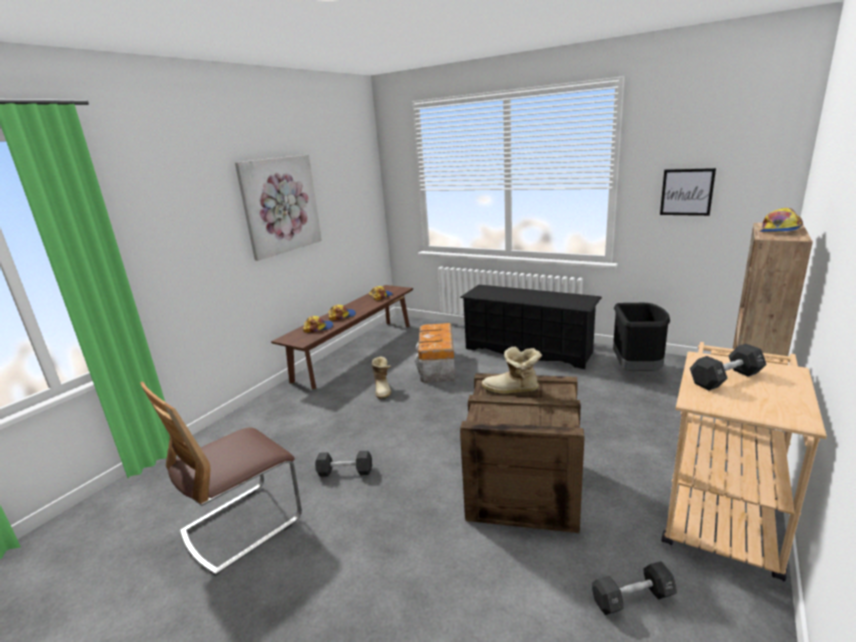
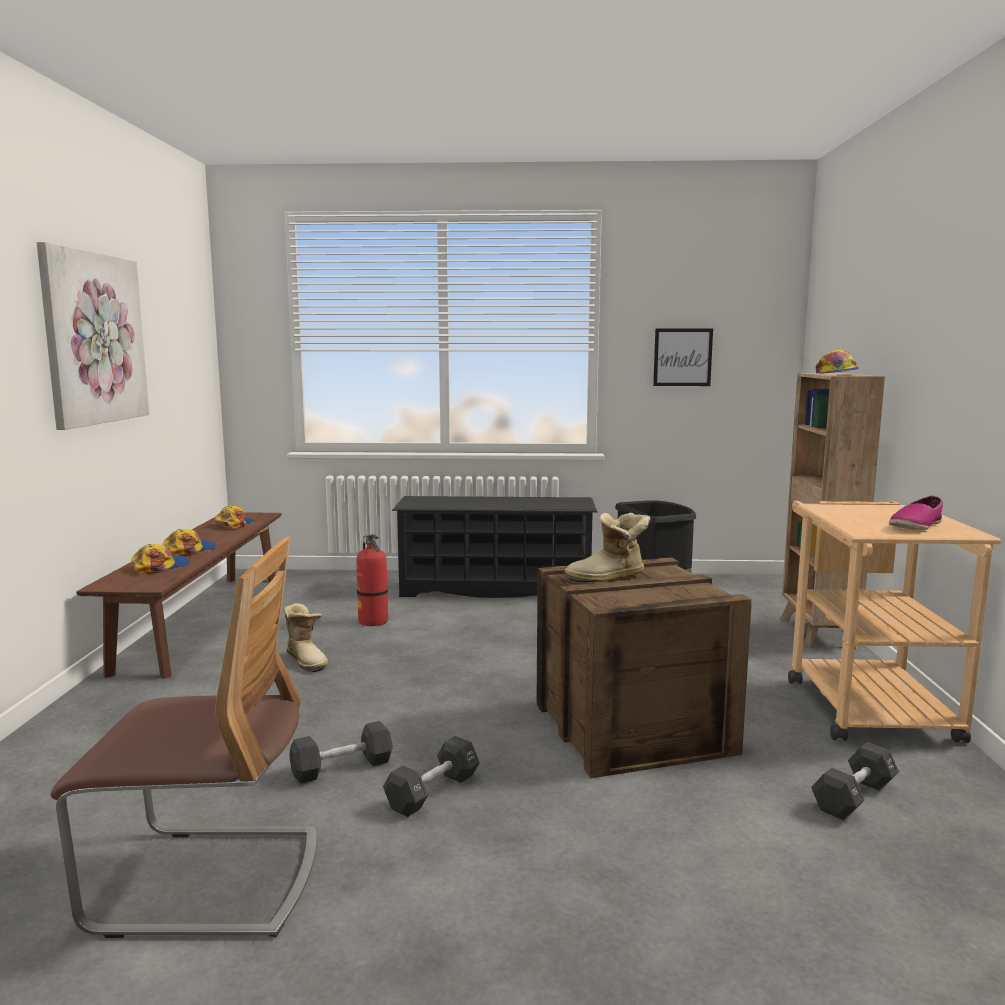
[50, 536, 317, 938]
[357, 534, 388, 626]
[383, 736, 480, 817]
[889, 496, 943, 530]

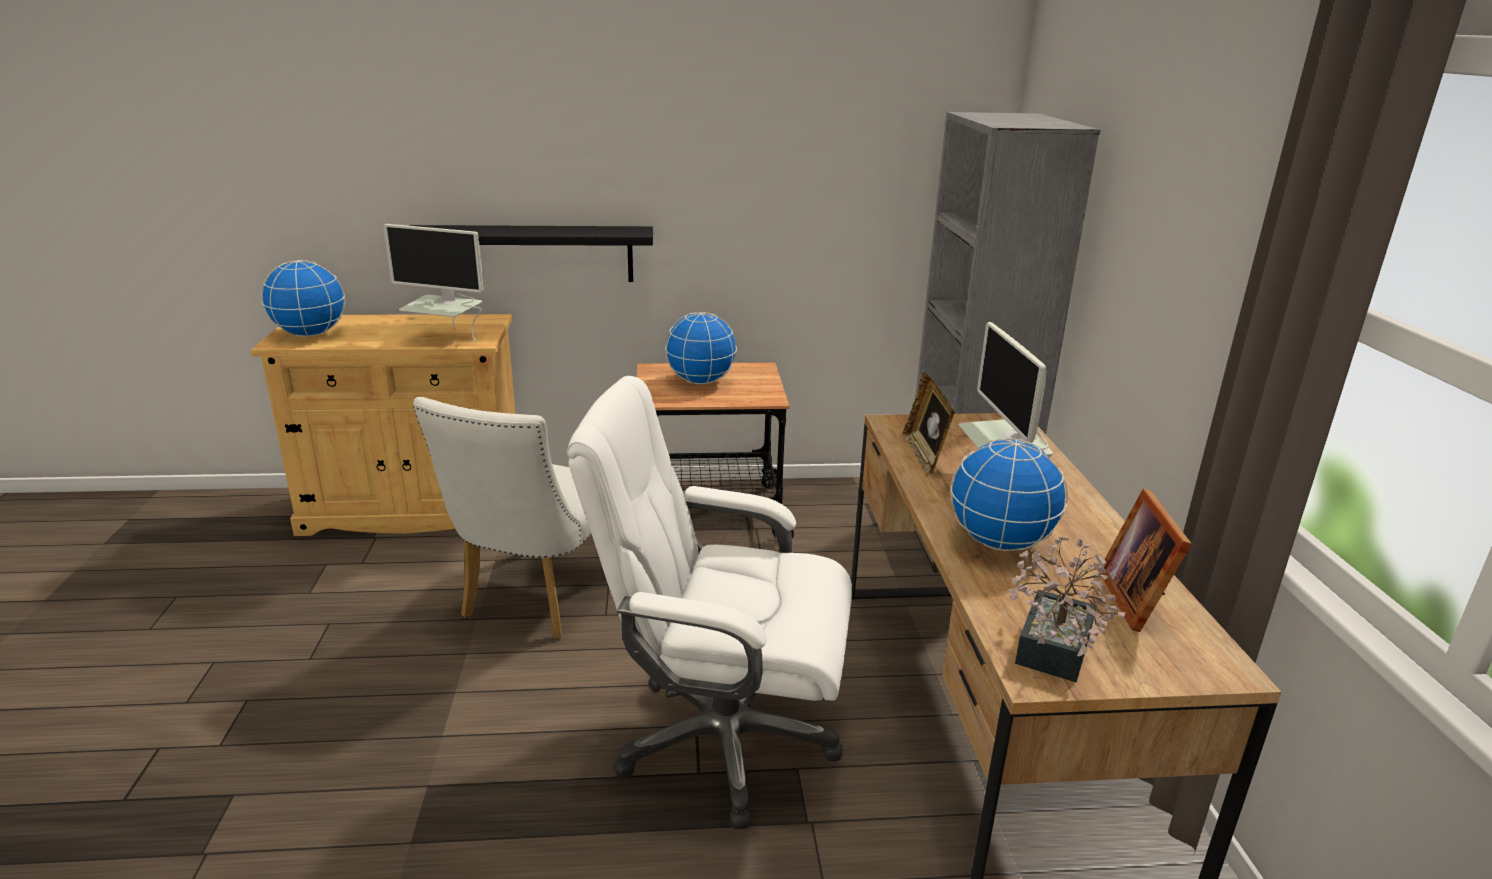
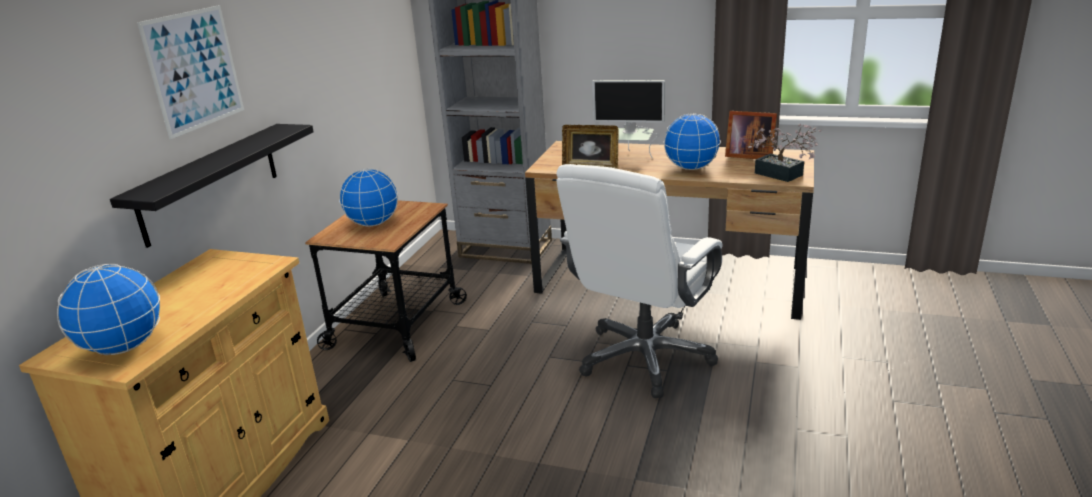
[383, 224, 484, 343] (first image)
[413, 397, 591, 639] (first image)
[137, 5, 244, 139]

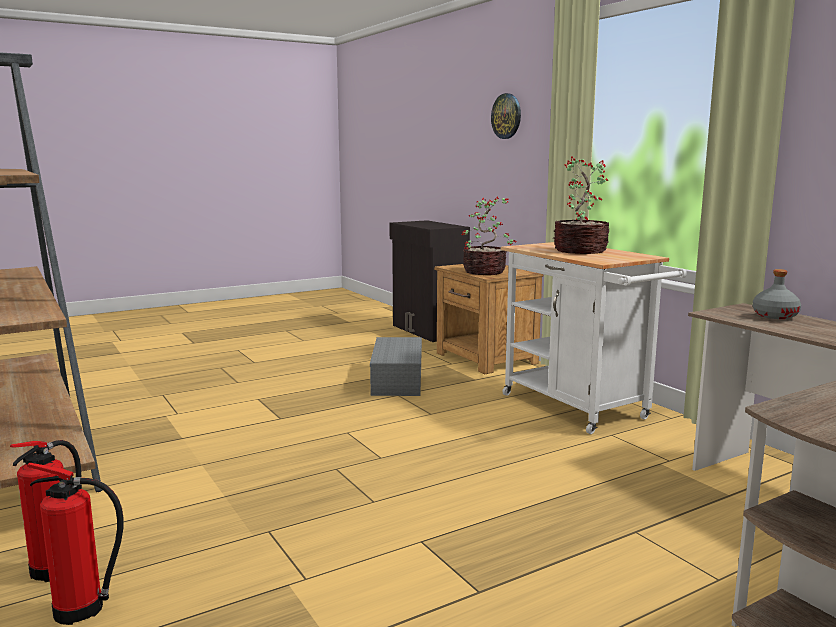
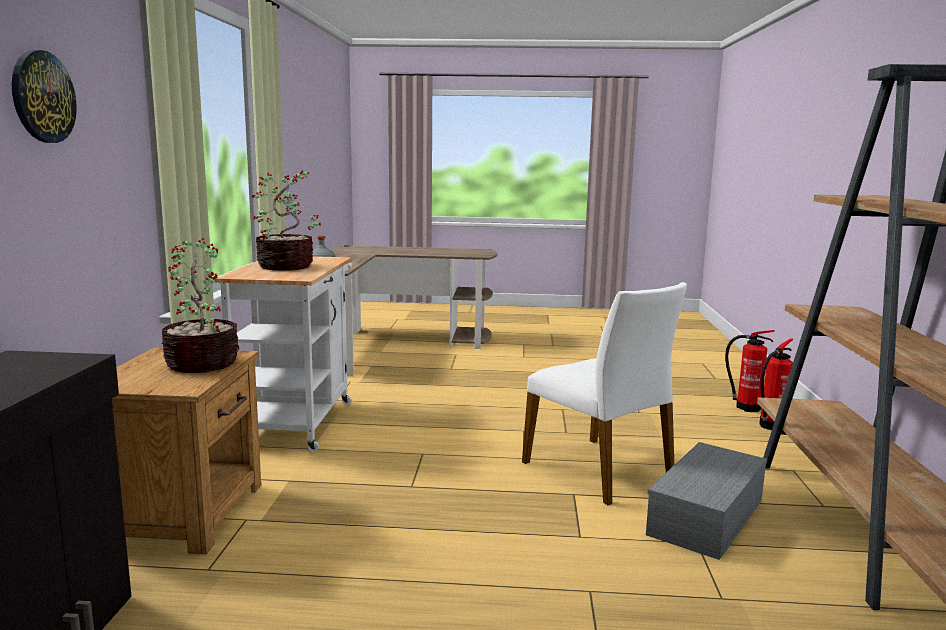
[646, 442, 767, 560]
[522, 282, 687, 505]

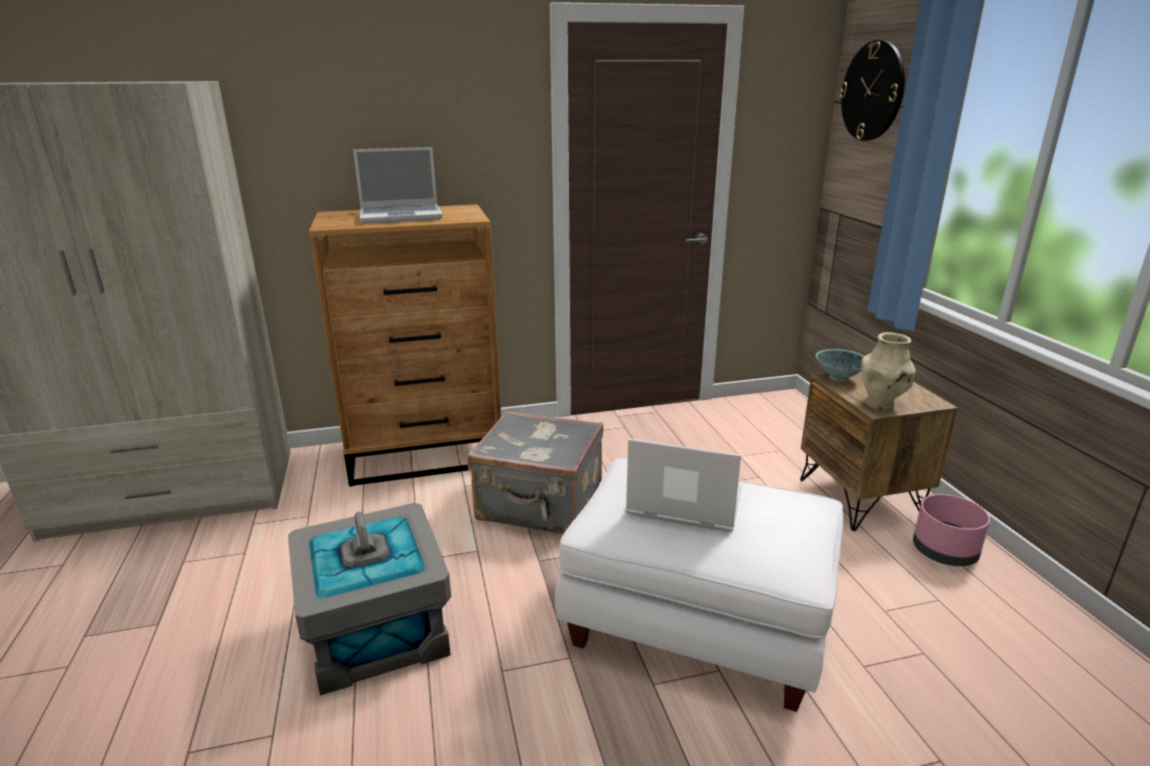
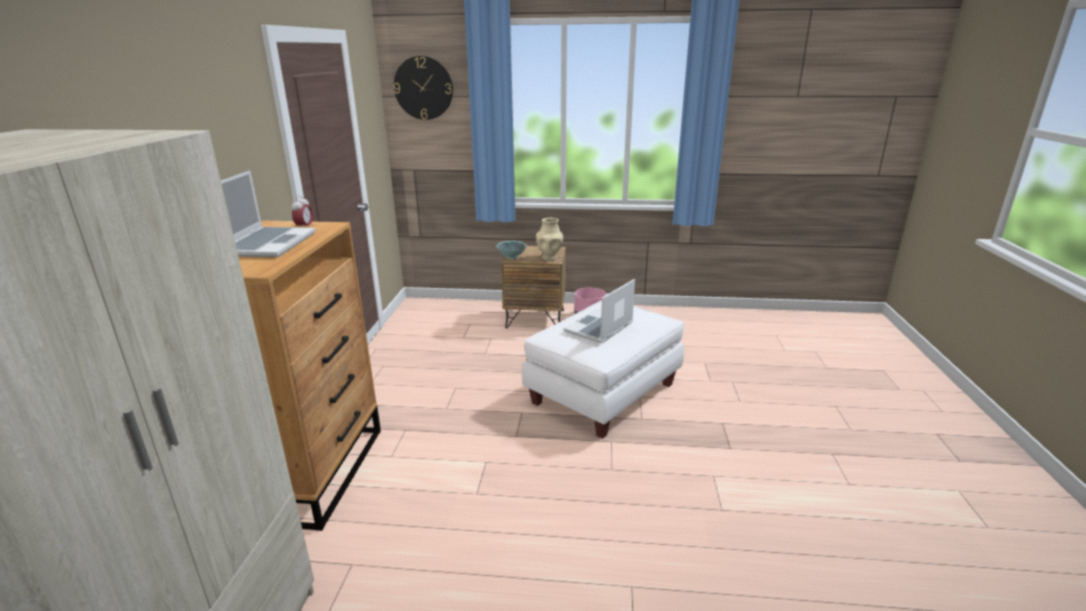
[288, 503, 451, 695] (first image)
[468, 411, 604, 534] (first image)
[292, 196, 313, 227]

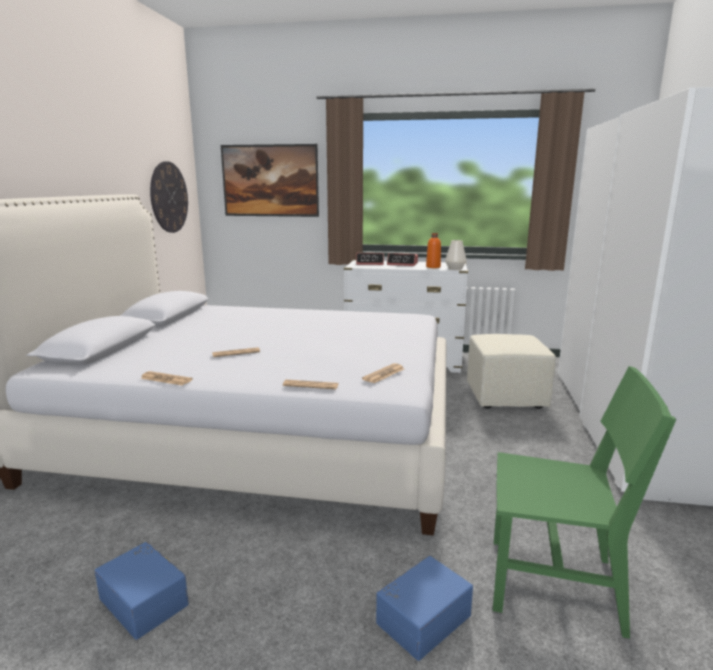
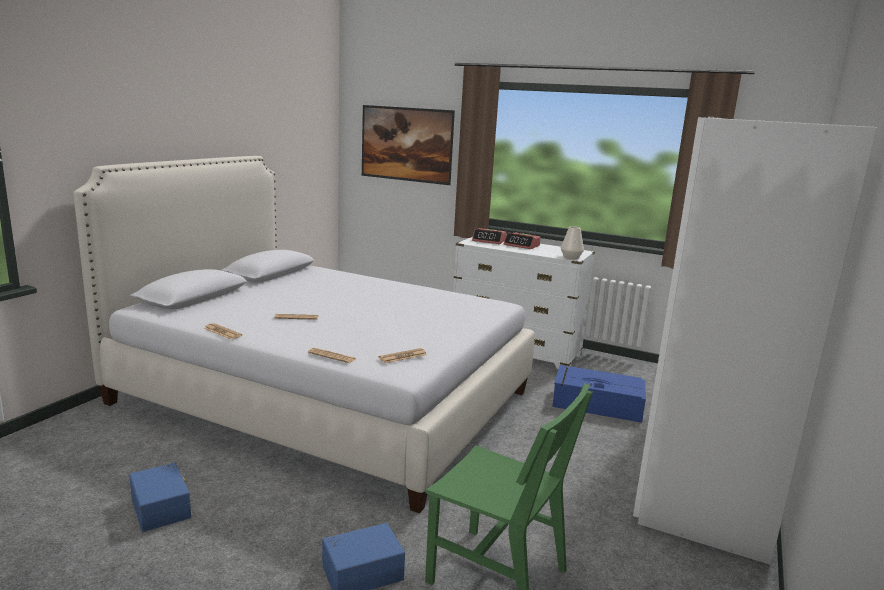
[150, 161, 188, 233] (first image)
[426, 233, 441, 268] (first image)
[552, 365, 646, 423]

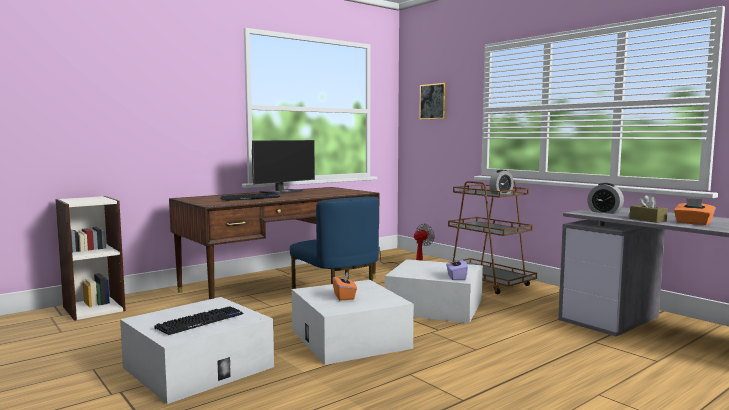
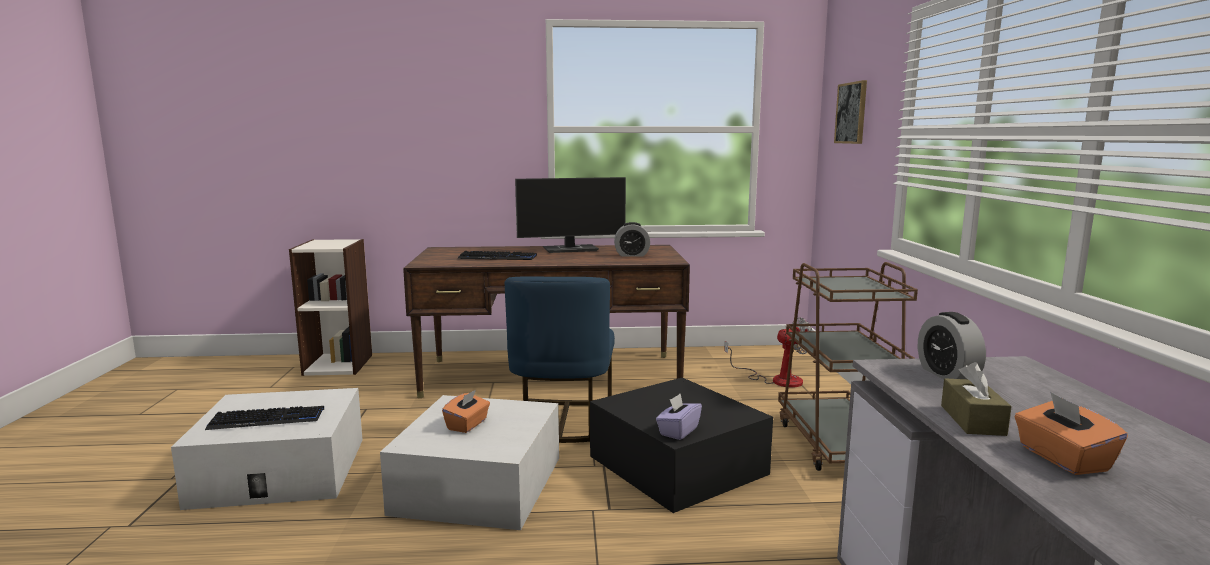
[590, 378, 773, 513]
[614, 222, 650, 257]

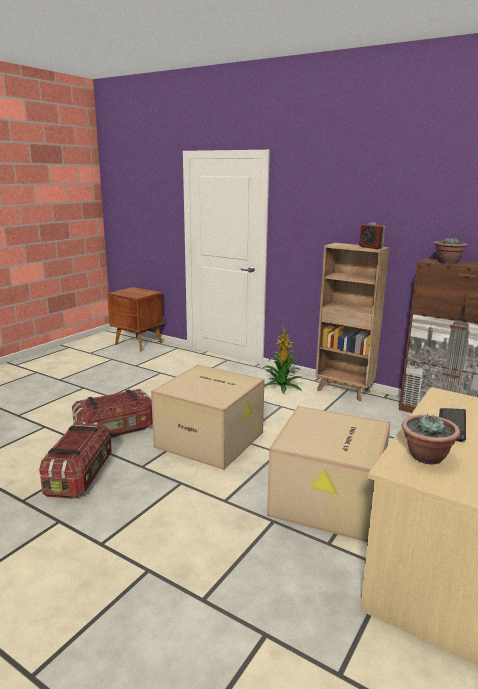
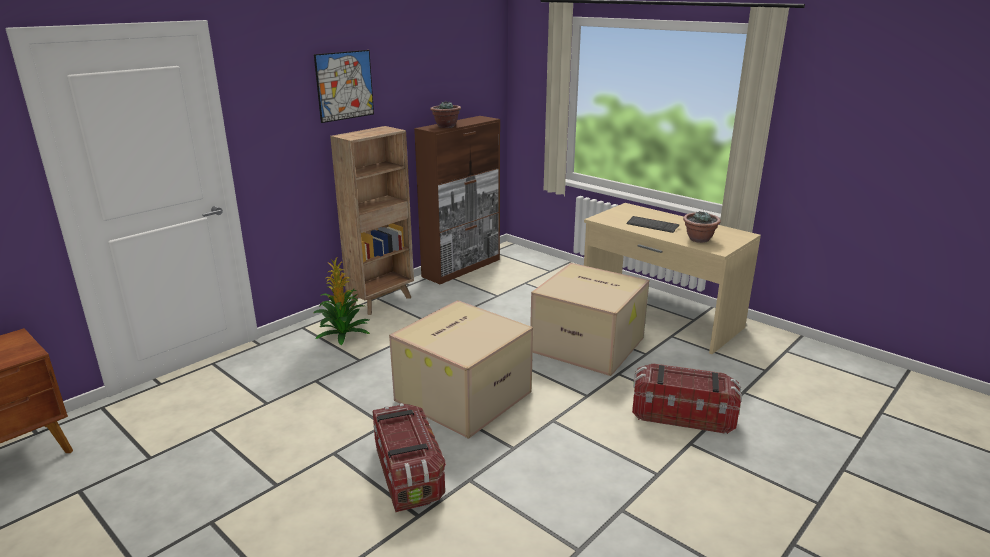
[632, 363, 742, 434]
[359, 222, 385, 249] (first image)
[314, 50, 374, 123]

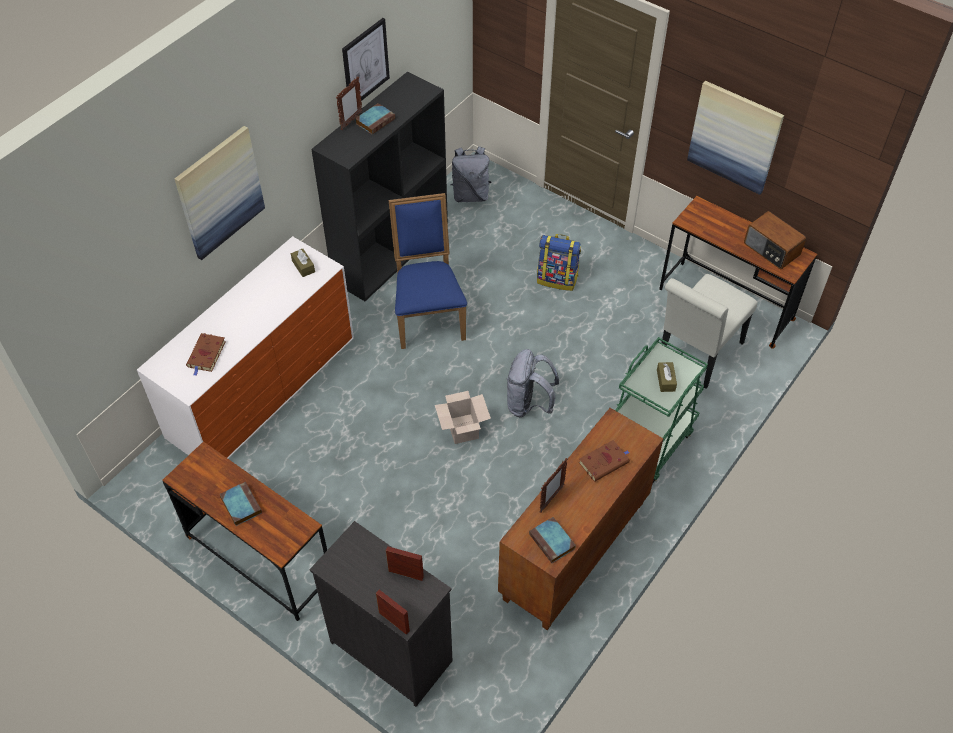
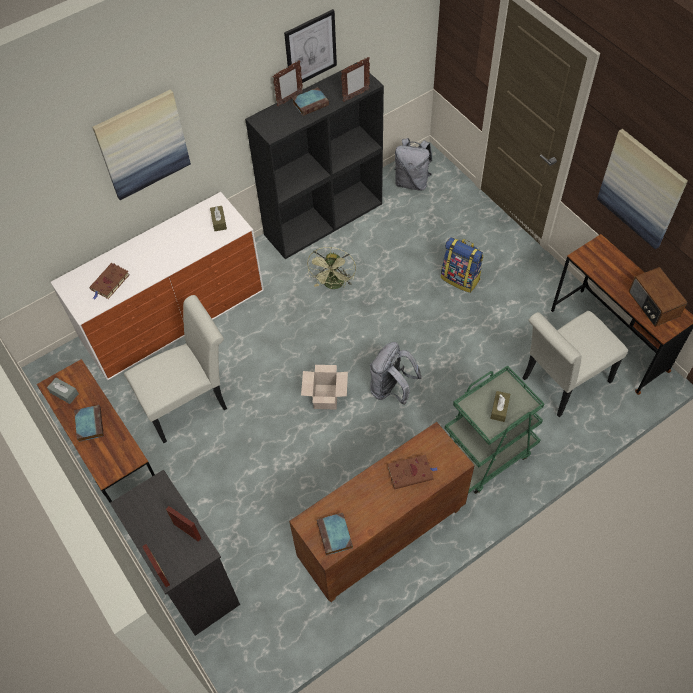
[307, 247, 356, 289]
[341, 57, 370, 102]
[47, 378, 79, 404]
[124, 295, 227, 443]

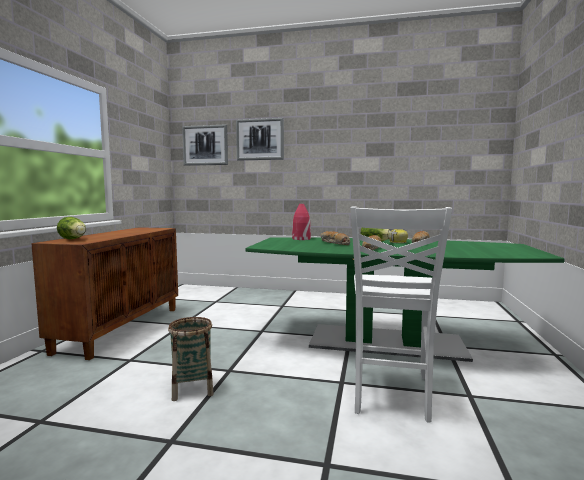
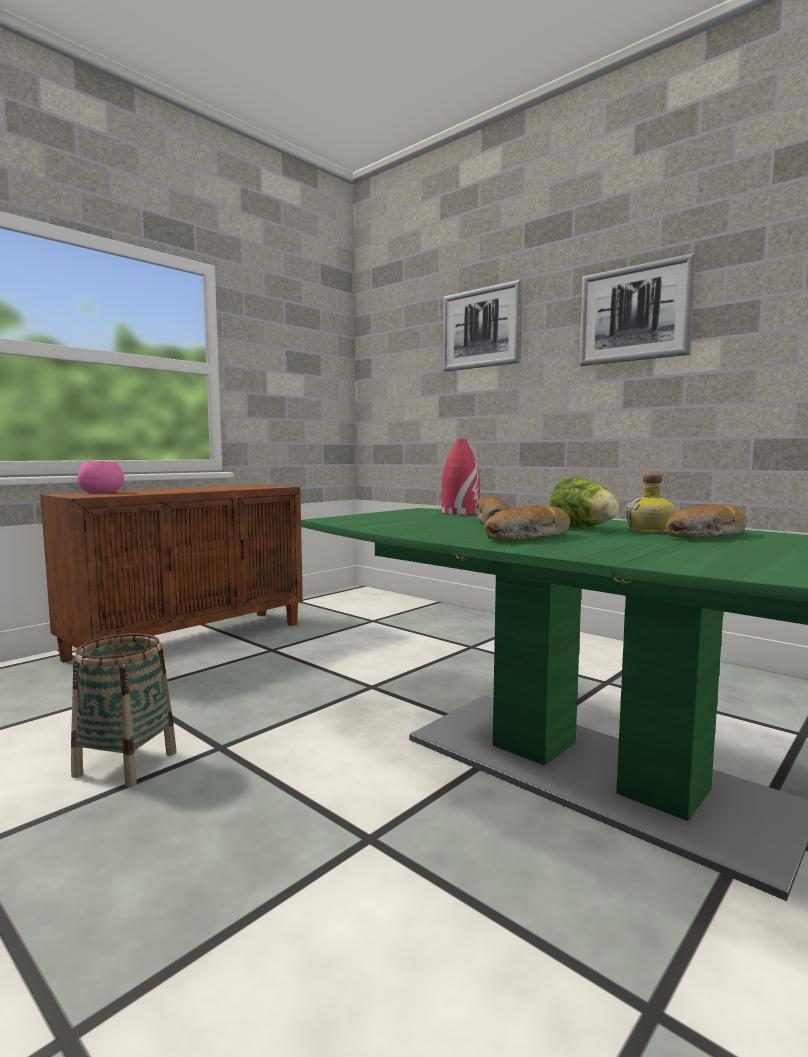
[78, 461, 124, 493]
[579, 253, 696, 366]
[350, 206, 452, 423] (first image)

